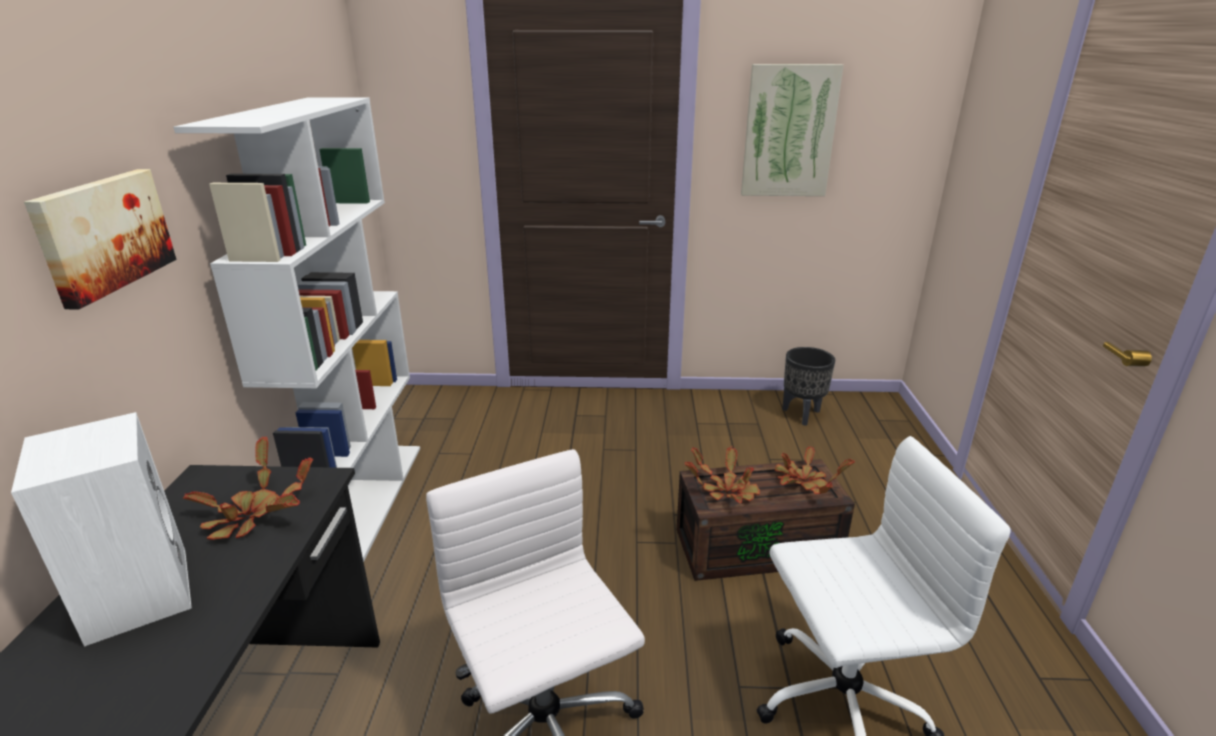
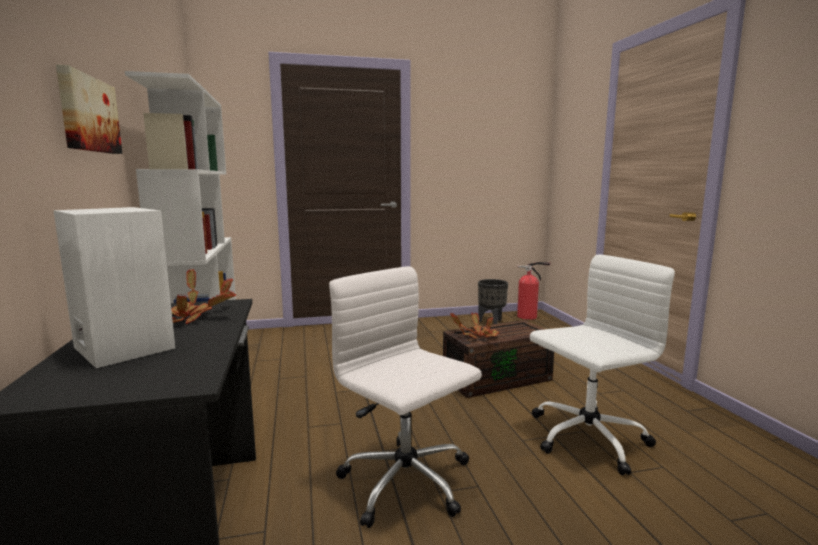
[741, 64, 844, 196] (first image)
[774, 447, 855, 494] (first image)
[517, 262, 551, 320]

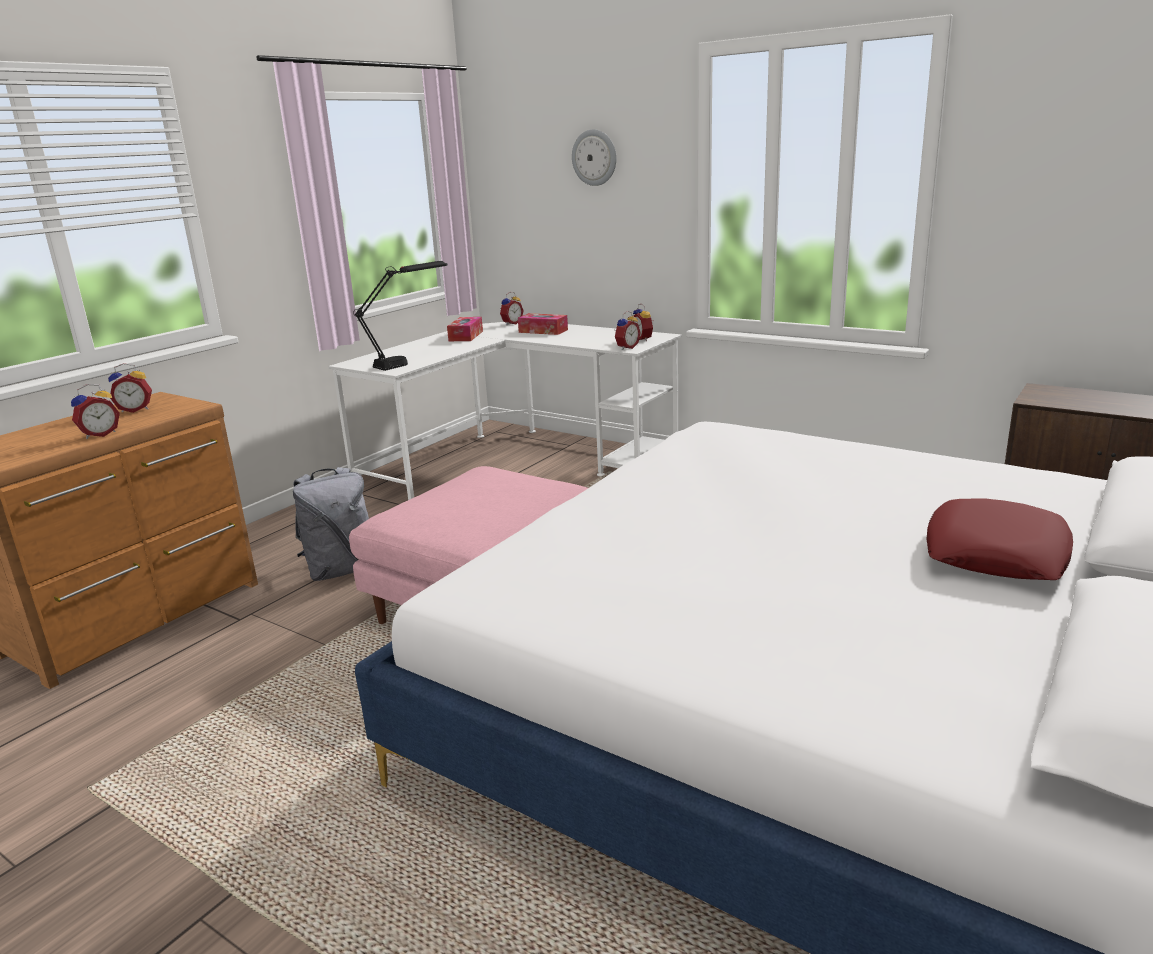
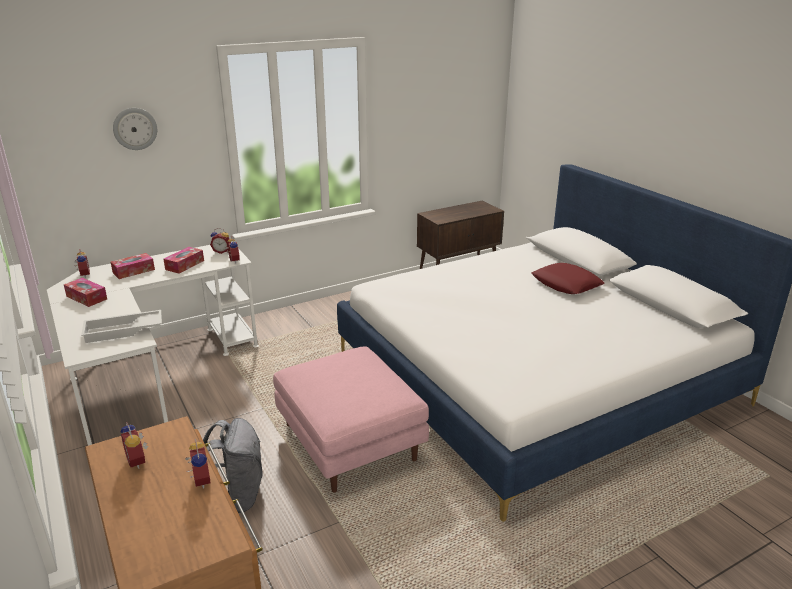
[120, 422, 148, 469]
[81, 310, 162, 343]
[163, 247, 204, 274]

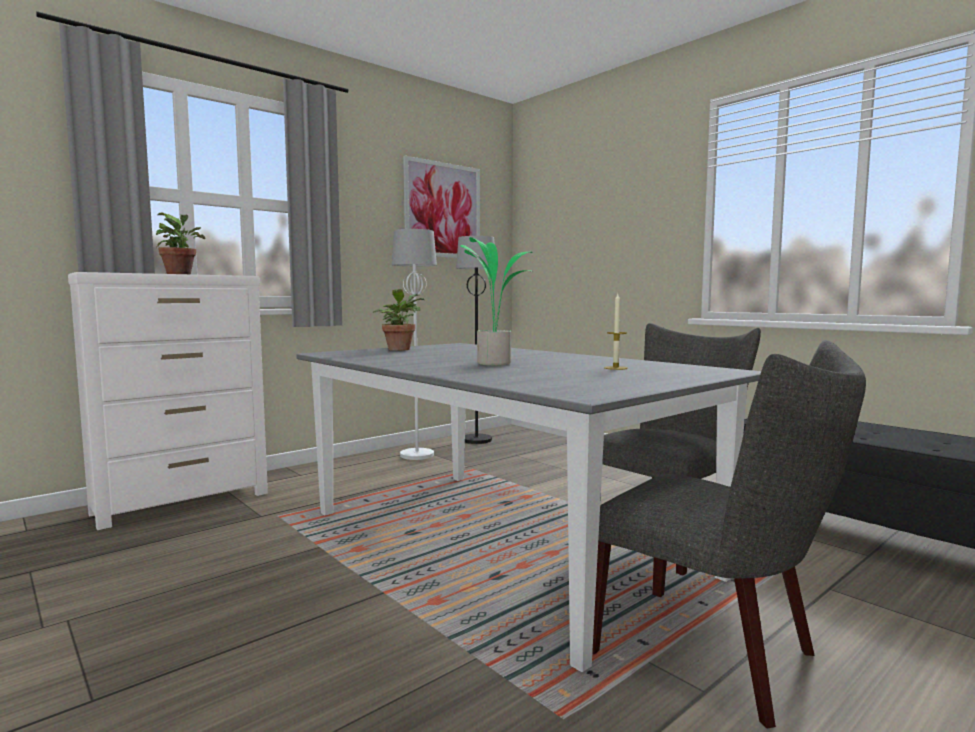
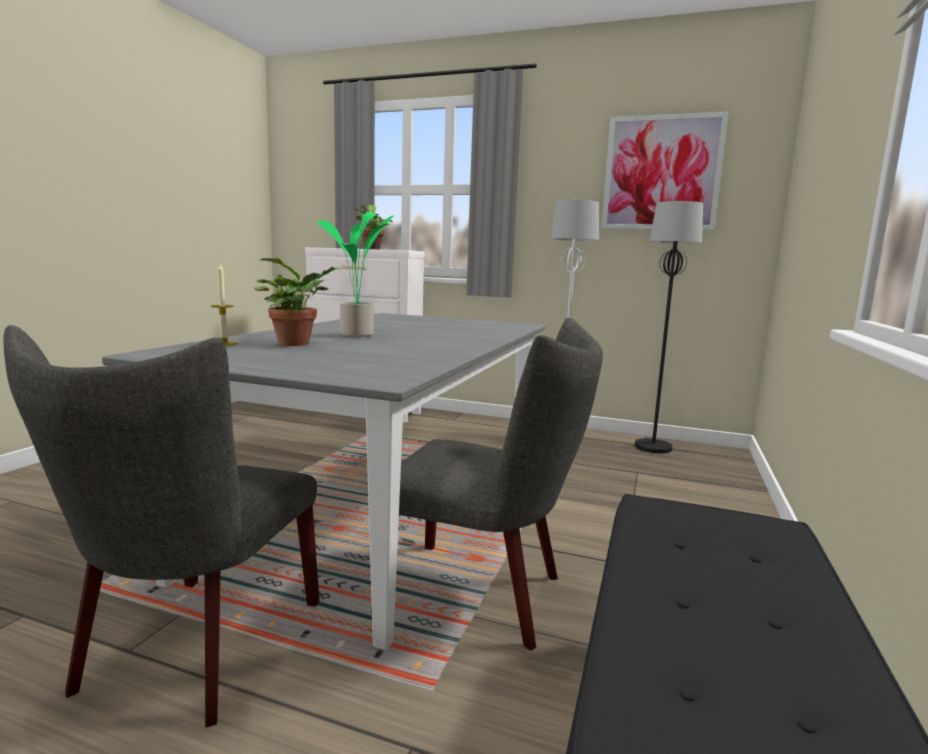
[254, 258, 340, 346]
[211, 264, 237, 345]

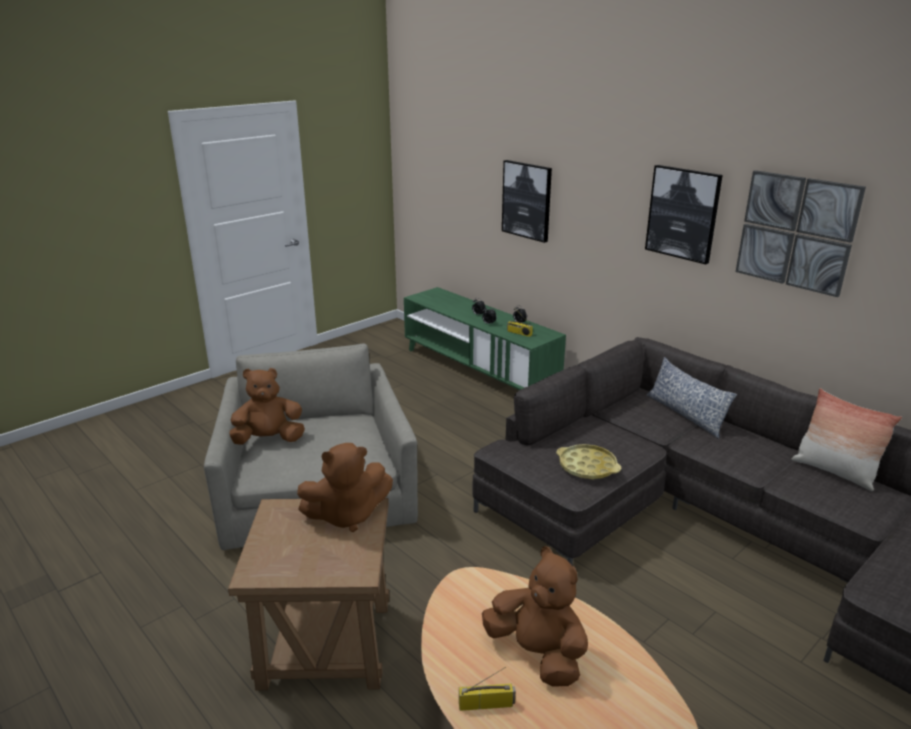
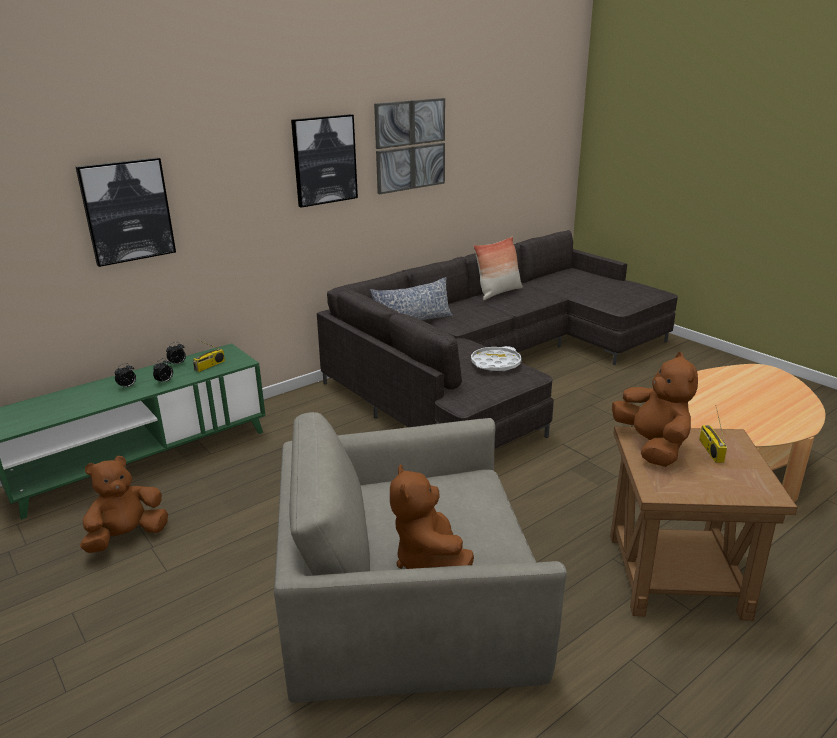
[699, 405, 727, 463]
[80, 456, 168, 553]
[471, 346, 522, 371]

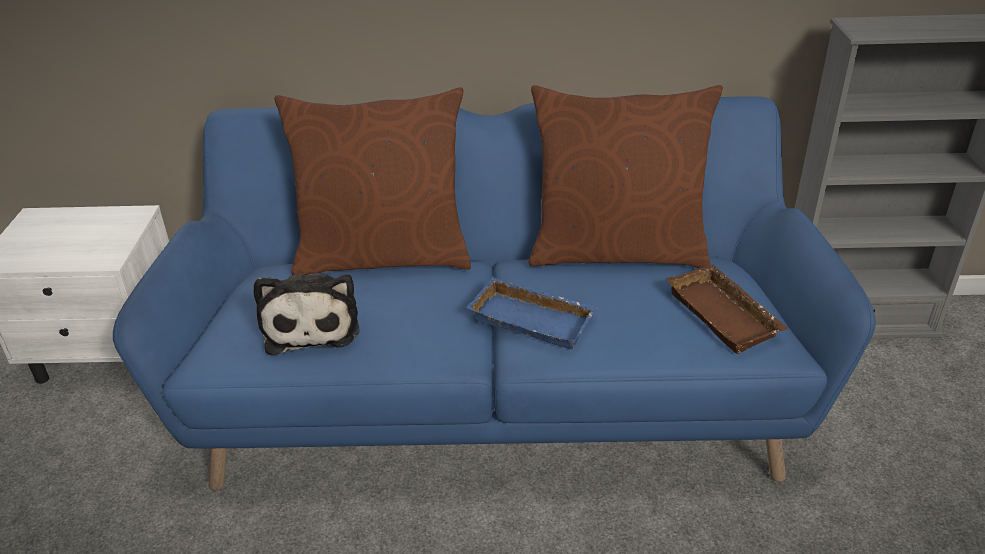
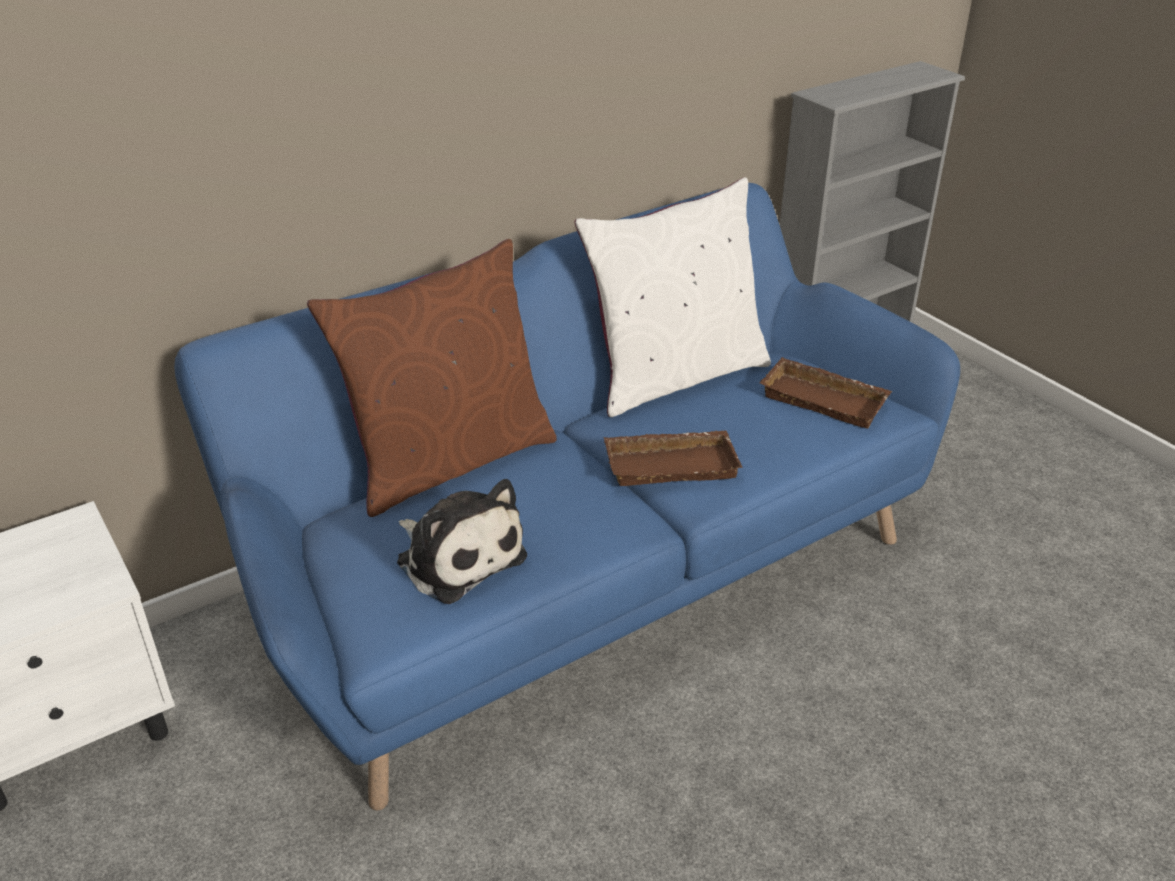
[603, 430, 743, 486]
[574, 177, 771, 417]

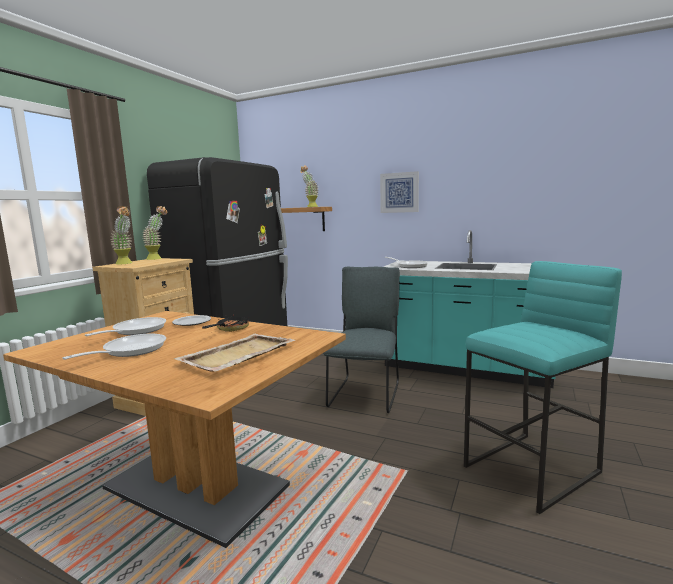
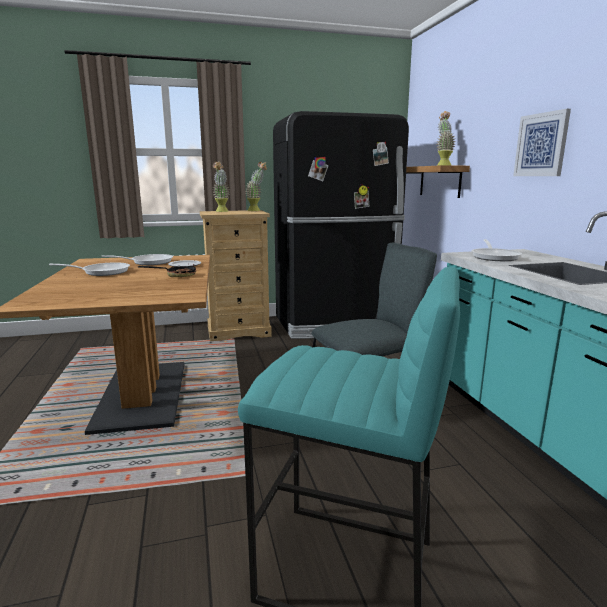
[174, 334, 295, 372] (first image)

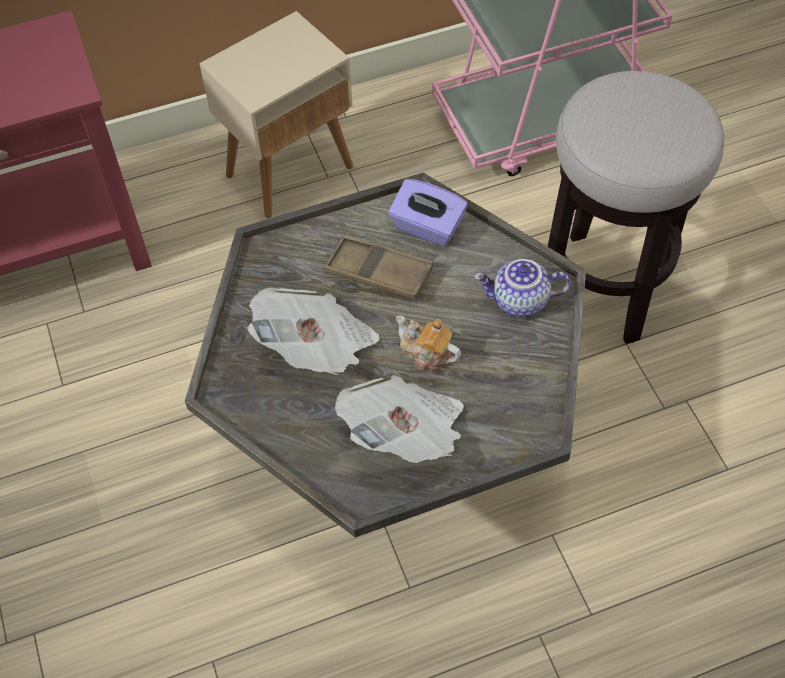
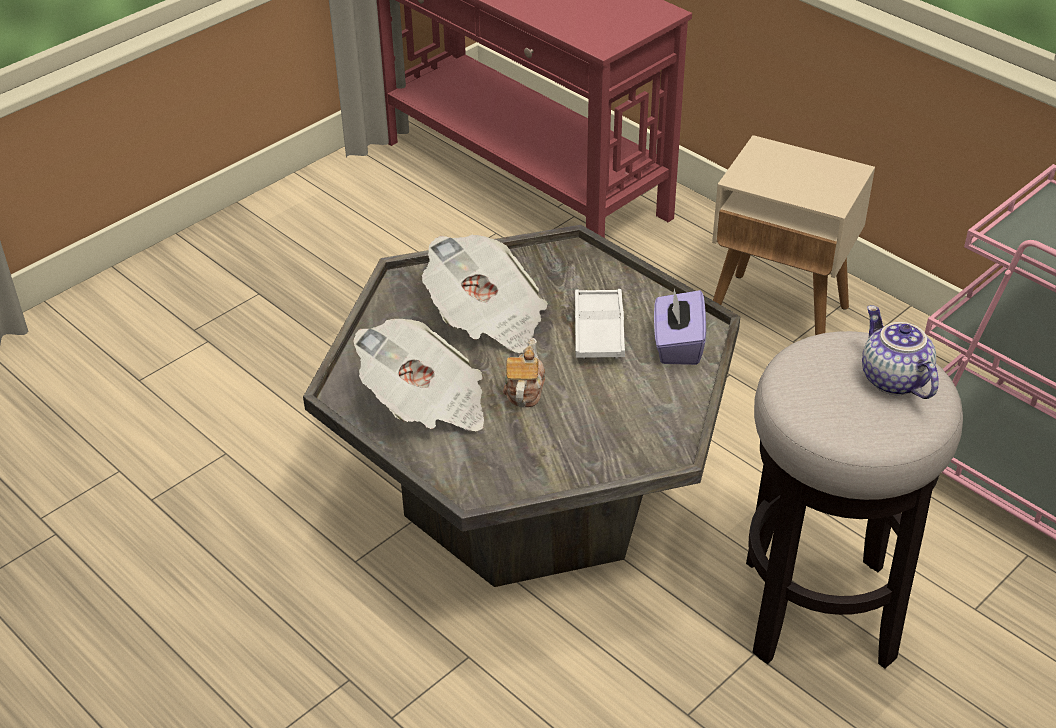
[575, 289, 625, 359]
[862, 305, 939, 399]

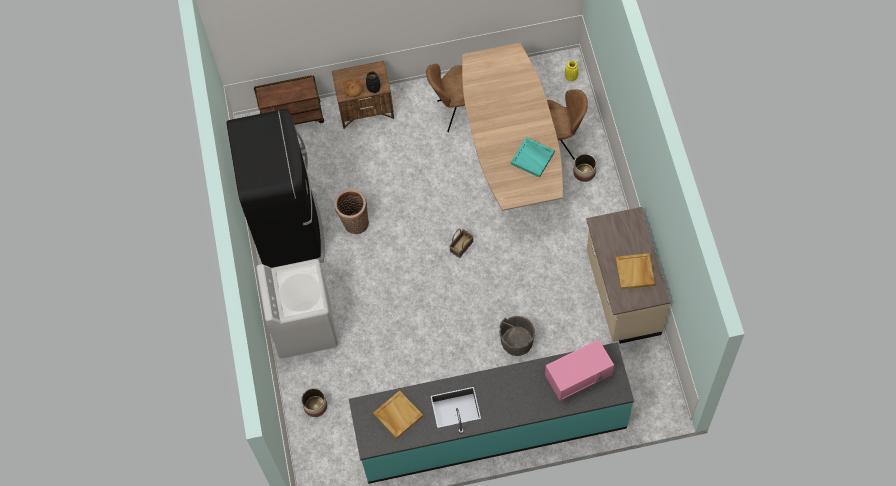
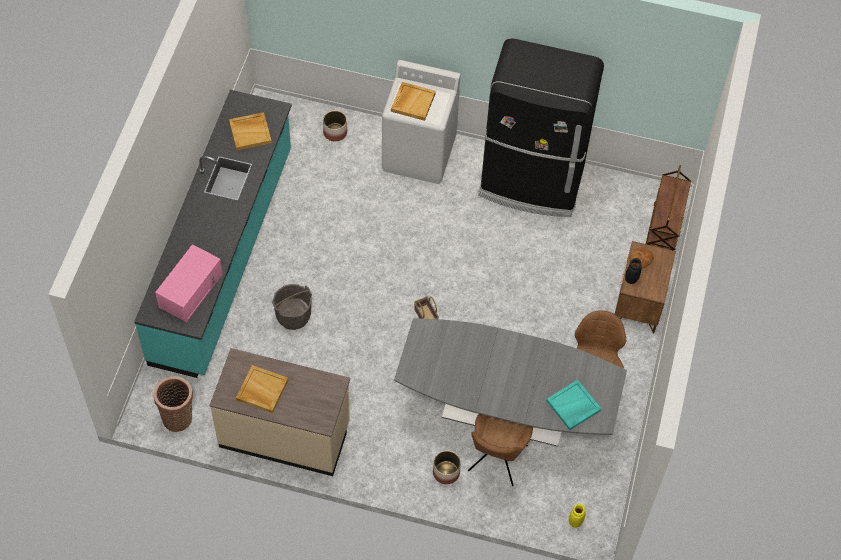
[154, 376, 193, 432]
[394, 318, 627, 447]
[546, 380, 601, 430]
[155, 244, 223, 322]
[391, 82, 436, 121]

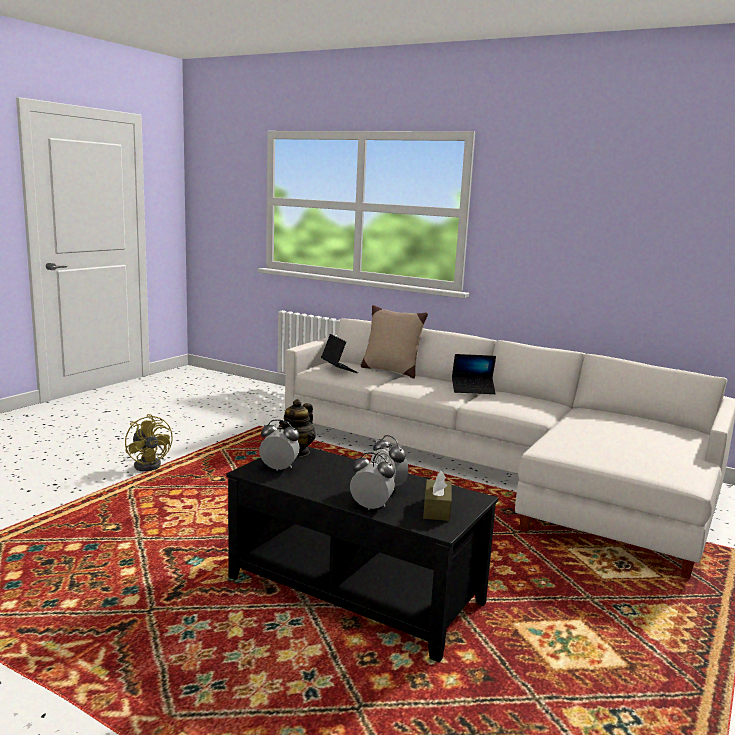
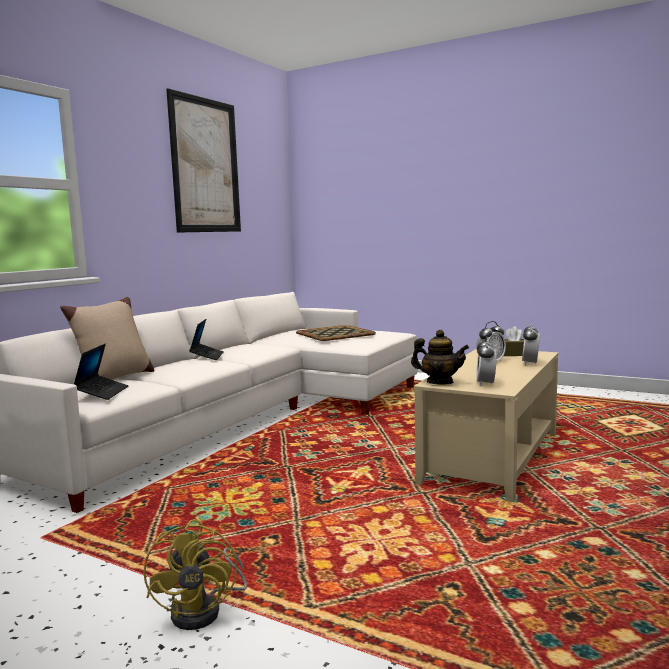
[144, 519, 247, 630]
[414, 349, 558, 502]
[74, 344, 128, 400]
[166, 88, 241, 233]
[296, 325, 376, 341]

